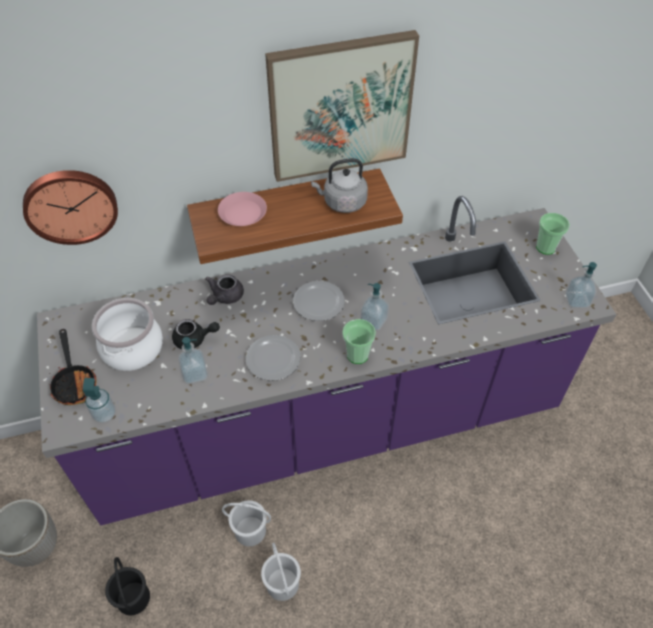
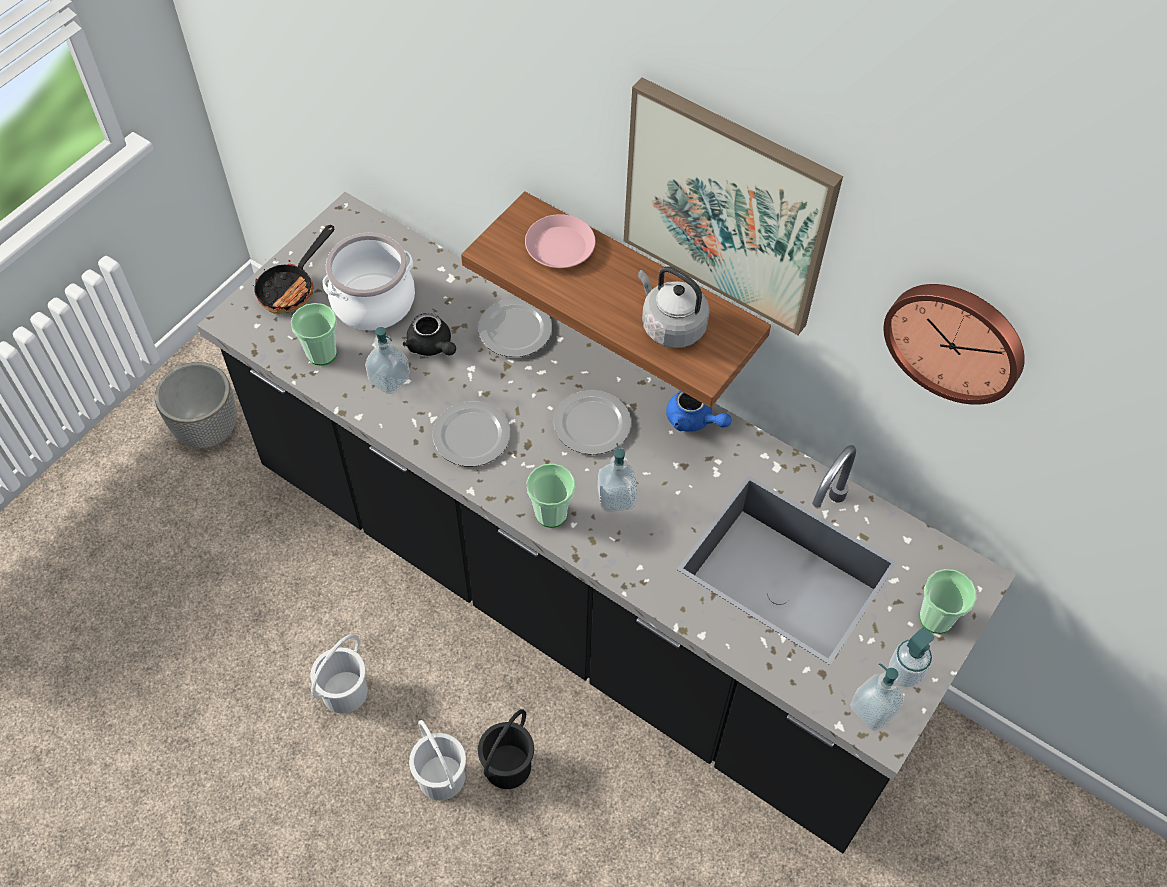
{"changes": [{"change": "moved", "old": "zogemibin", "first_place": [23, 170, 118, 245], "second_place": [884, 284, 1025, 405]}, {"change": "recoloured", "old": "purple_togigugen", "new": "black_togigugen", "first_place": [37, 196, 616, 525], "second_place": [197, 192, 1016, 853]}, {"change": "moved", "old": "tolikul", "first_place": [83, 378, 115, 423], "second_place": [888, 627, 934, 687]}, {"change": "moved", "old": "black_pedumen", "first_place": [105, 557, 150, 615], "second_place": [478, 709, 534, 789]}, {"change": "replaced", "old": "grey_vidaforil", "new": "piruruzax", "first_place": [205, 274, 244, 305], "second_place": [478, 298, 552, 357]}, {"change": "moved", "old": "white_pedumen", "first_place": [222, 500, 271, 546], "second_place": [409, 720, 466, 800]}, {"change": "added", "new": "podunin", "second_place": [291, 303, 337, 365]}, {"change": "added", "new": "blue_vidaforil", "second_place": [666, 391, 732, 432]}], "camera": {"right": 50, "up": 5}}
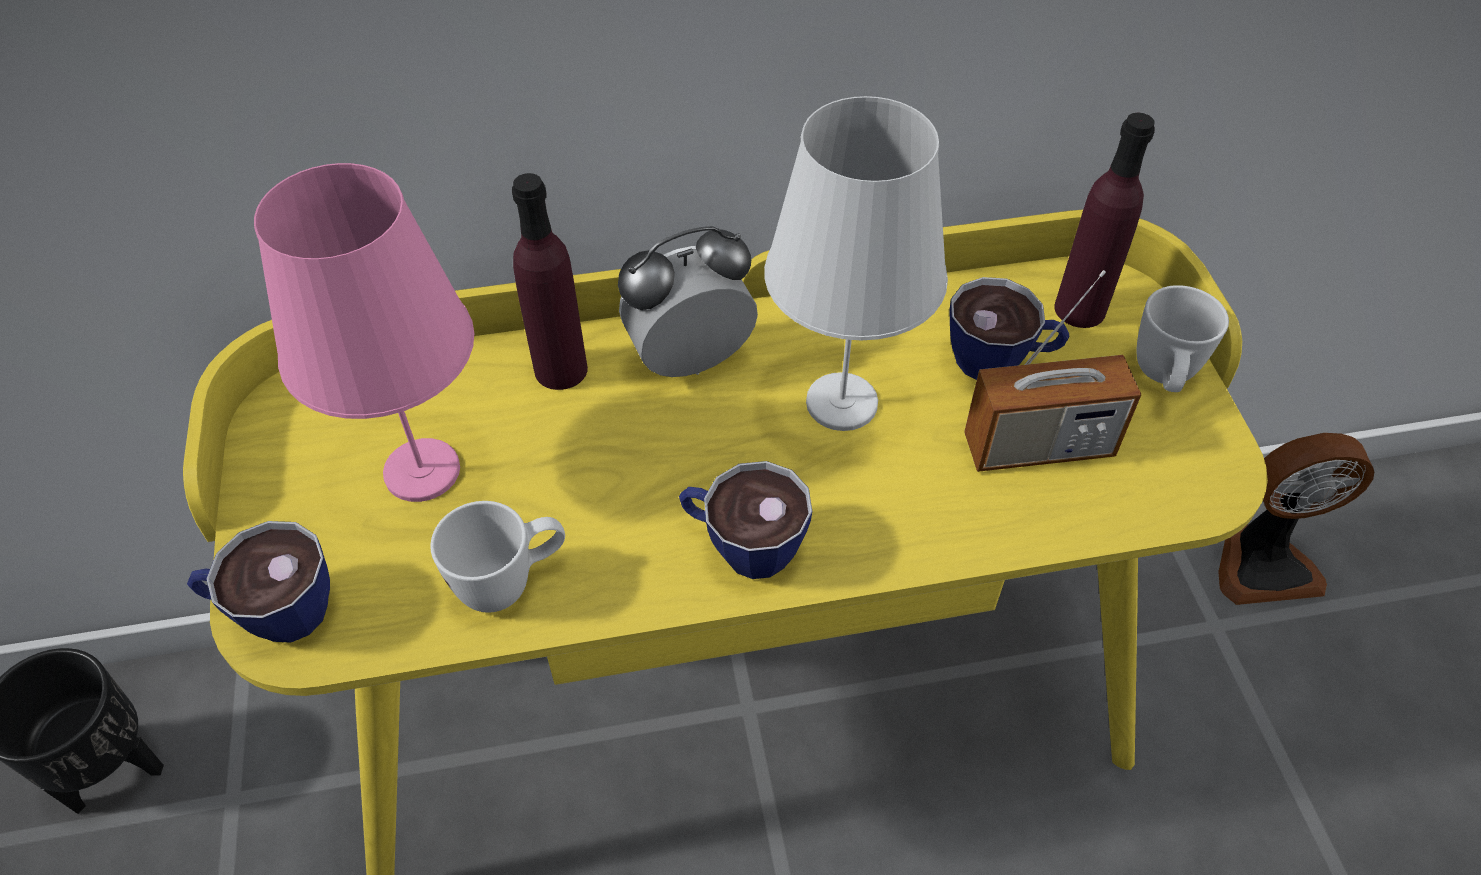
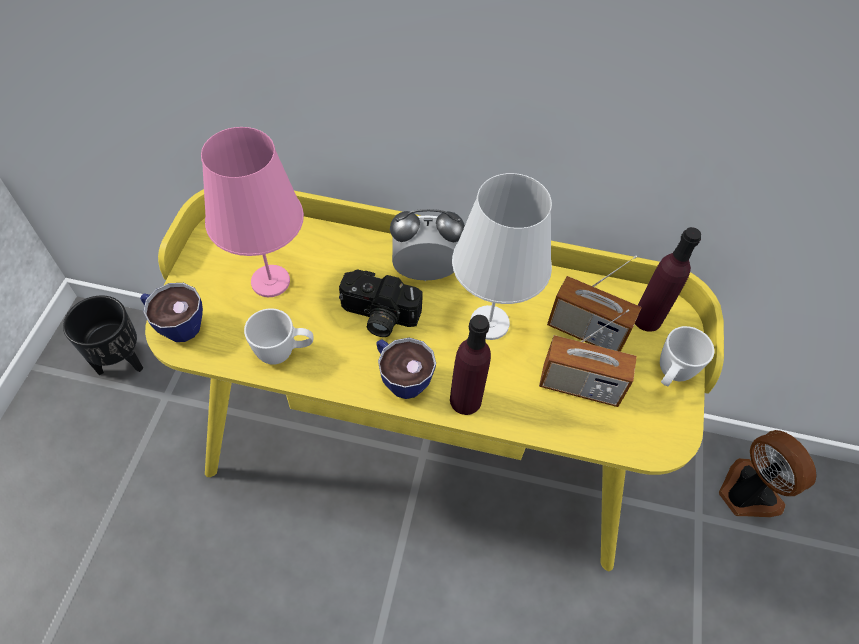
{"changes": [{"change": "moved", "old": "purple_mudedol", "first_place": [512, 173, 588, 390], "second_place": [450, 315, 491, 415]}, {"change": "replaced", "old": "podunin", "new": "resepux", "first_place": [950, 277, 1070, 380], "second_place": [547, 256, 642, 352]}, {"change": "turned", "old": "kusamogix", "first_place": [1218, 433, 1374, 605], "second_place": [719, 430, 816, 517], "degrees": -135}, {"change": "added", "new": "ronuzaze", "second_place": [339, 270, 423, 337]}], "camera": {"right": 20, "up": 5}}
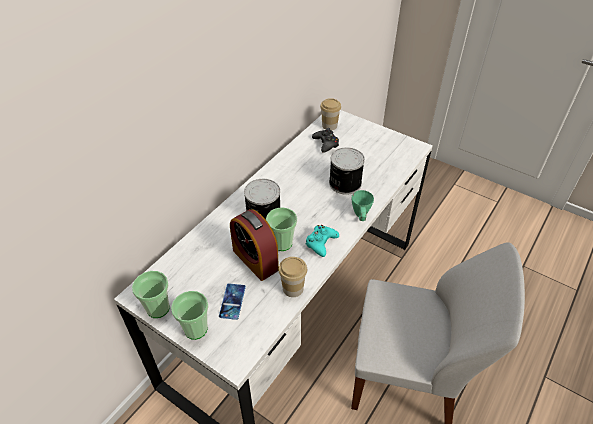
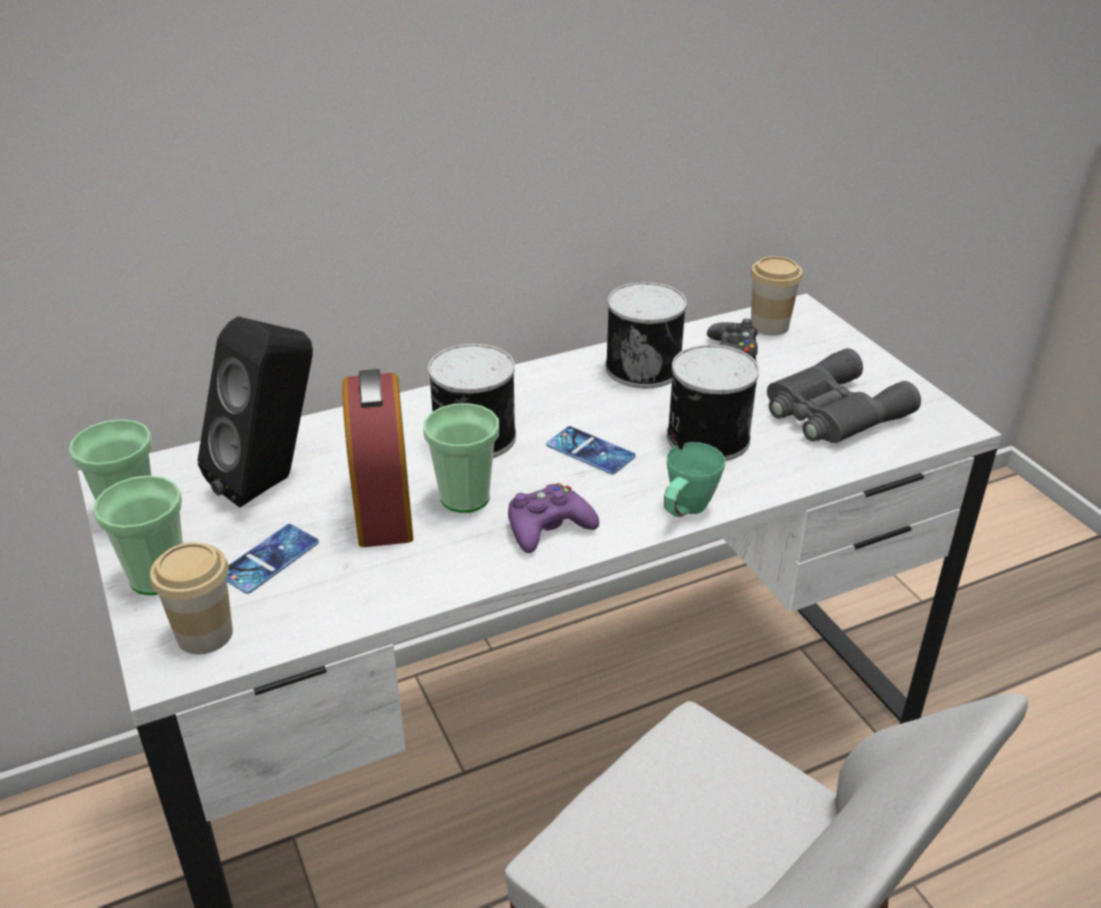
{"changes": [{"change": "moved", "old": "podunin", "first_place": [278, 257, 307, 297], "second_place": [150, 542, 233, 654]}, {"change": "recoloured", "old": "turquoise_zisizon", "new": "purple_zisizon", "first_place": [306, 225, 339, 257], "second_place": [508, 483, 599, 553]}, {"change": "added", "new": "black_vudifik", "second_place": [198, 316, 313, 507]}, {"change": "added", "new": "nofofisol", "second_place": [546, 426, 636, 474]}, {"change": "added", "new": "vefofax", "second_place": [605, 282, 687, 388]}, {"change": "added", "new": "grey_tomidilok", "second_place": [767, 348, 921, 443]}], "camera": {"right": 30, "up": -10}}
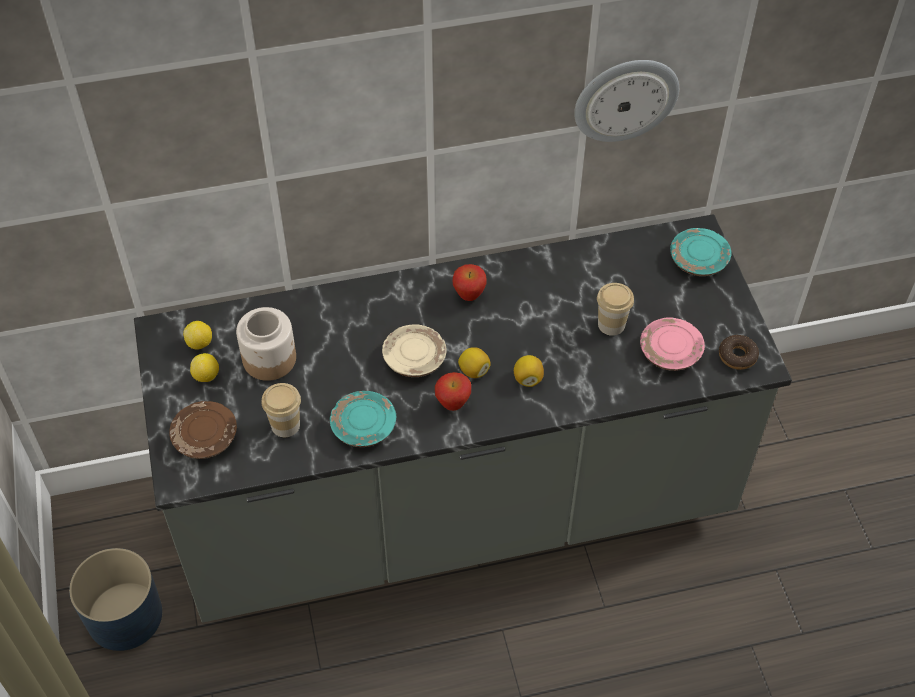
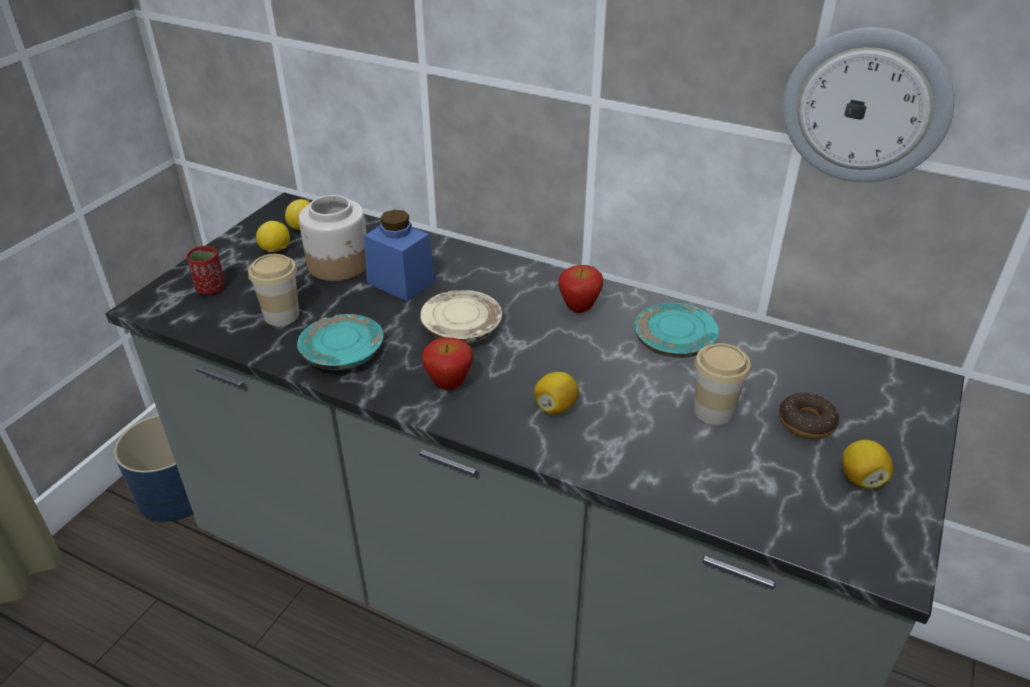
{"changes": [{"change": "replaced", "old": "brown_piruruzax", "new": "red_podunin", "first_place": [169, 401, 237, 459], "second_place": [186, 246, 225, 295]}, {"change": "moved", "old": "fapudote", "first_place": [458, 347, 491, 378], "second_place": [842, 440, 893, 489]}, {"change": "removed", "old": "pink_piruruzax", "first_place": [640, 317, 705, 371]}, {"change": "moved", "old": "turquoise_piruruzax", "first_place": [670, 228, 732, 276], "second_place": [634, 303, 719, 358]}, {"change": "moved", "old": "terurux", "first_place": [719, 335, 759, 370], "second_place": [779, 392, 839, 439]}, {"change": "added", "new": "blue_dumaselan", "second_place": [364, 210, 435, 301]}], "camera": {"right": 40, "up": -15}}
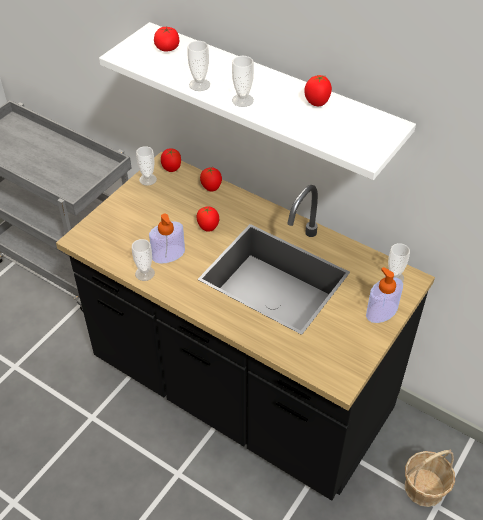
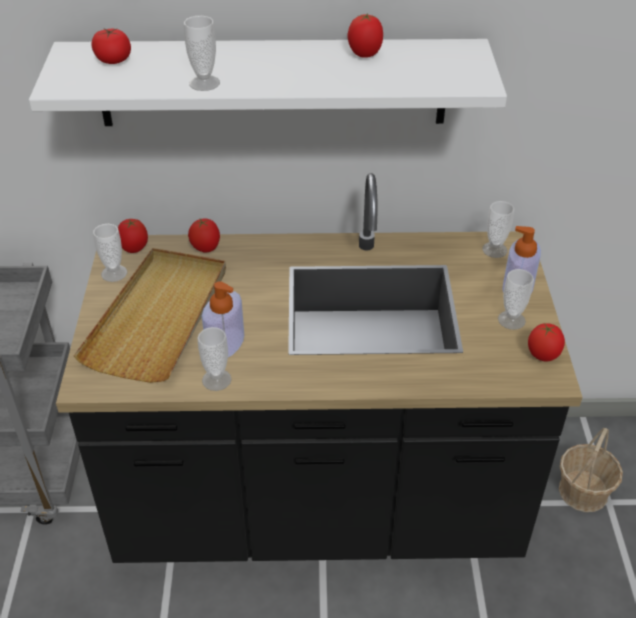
{"changes": [{"change": "moved", "old": "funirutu", "first_place": [197, 206, 219, 232], "second_place": [528, 323, 565, 362]}, {"change": "moved", "old": "podunin", "first_place": [232, 56, 254, 107], "second_place": [498, 269, 534, 330]}, {"change": "added", "new": "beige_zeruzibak", "second_place": [74, 248, 226, 383]}], "camera": {"right": -35, "up": -5}}
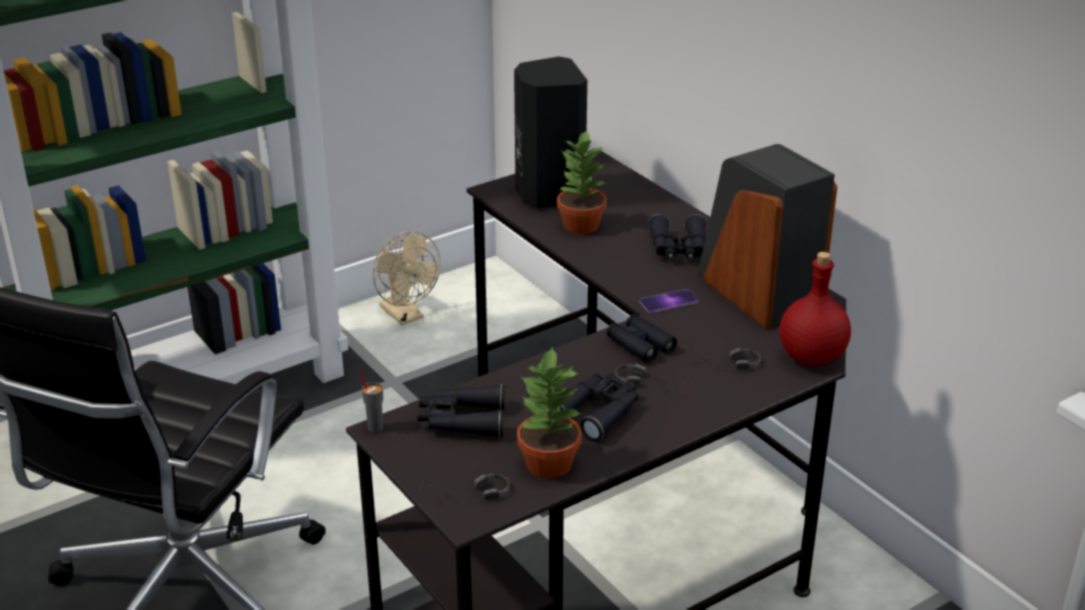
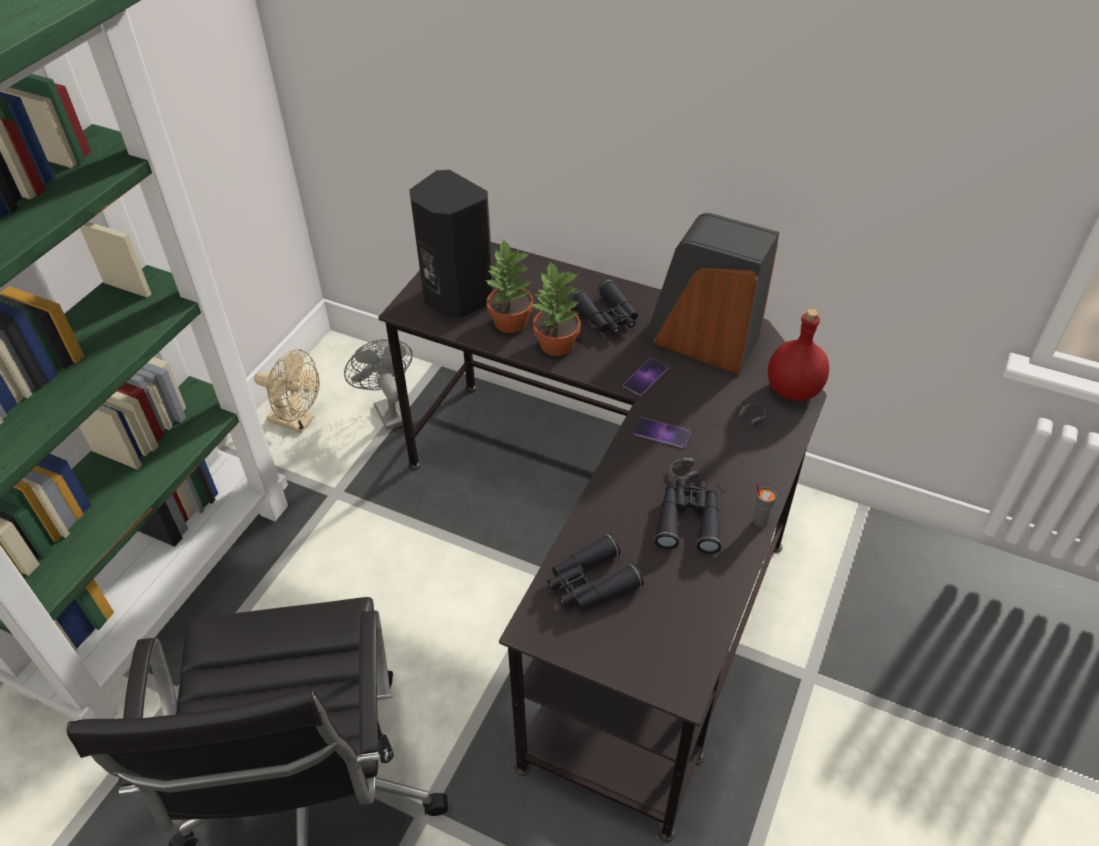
{"changes": [{"change": "moved", "old": "grey_podunin", "first_place": [360, 371, 383, 432], "second_place": [754, 484, 777, 527]}, {"change": "removed", "old": "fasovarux", "first_place": [419, 474, 509, 504]}, {"change": "moved", "old": "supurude", "first_place": [517, 346, 582, 478], "second_place": [531, 261, 581, 356]}, {"change": "replaced", "old": "black_tomidilok", "new": "nofofisol", "first_place": [607, 314, 677, 363], "second_place": [633, 417, 691, 448]}, {"change": "added", "new": "grey_kusamogix", "second_place": [344, 339, 412, 430]}], "camera": {"right": -30, "up": 15}}
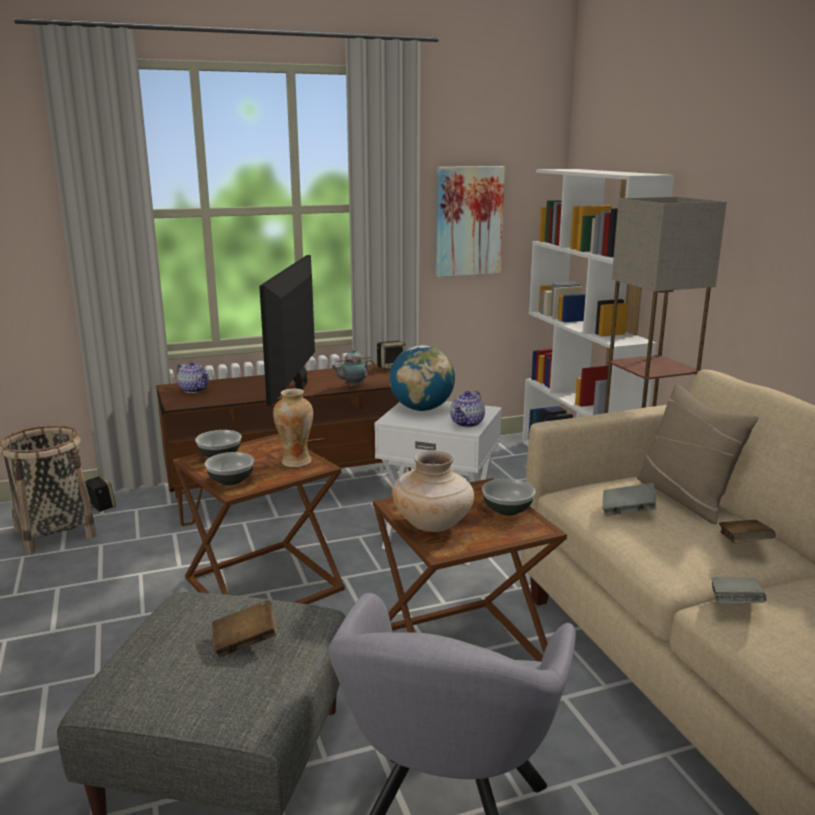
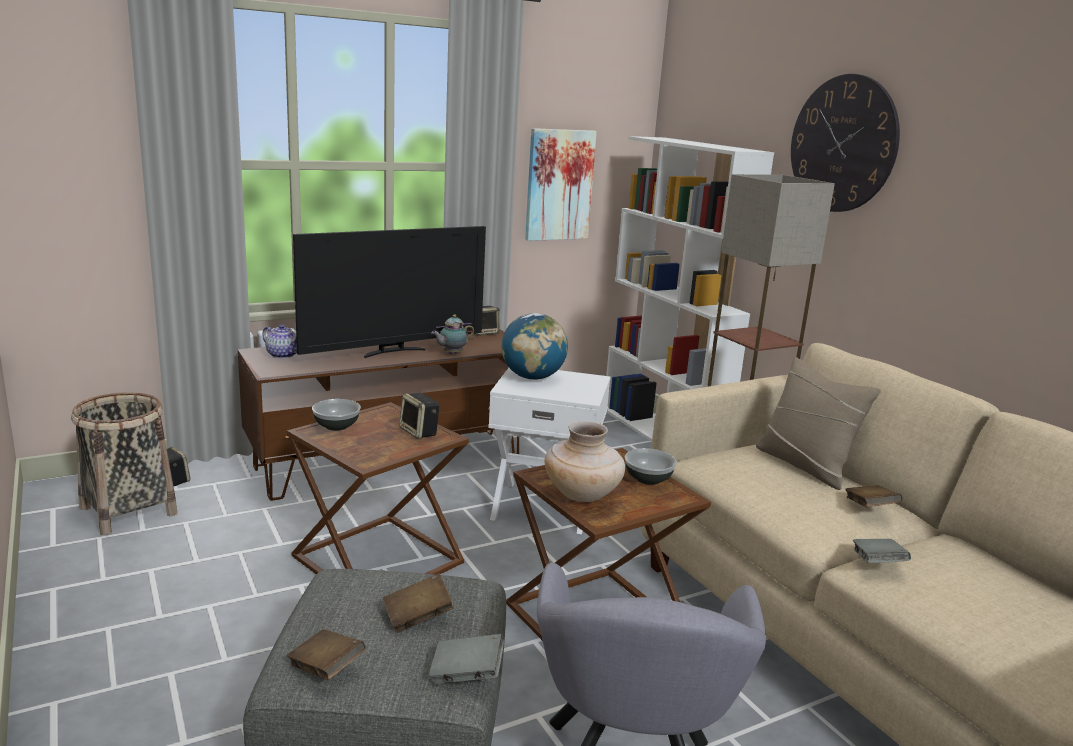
{"changes": [{"change": "removed", "old": "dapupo", "first_place": [204, 452, 254, 485]}, {"change": "turned", "old": "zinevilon", "first_place": [259, 255, 315, 406], "second_place": [293, 226, 486, 358], "degrees": -120}, {"change": "replaced", "old": "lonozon", "new": "vudifik", "first_place": [273, 388, 313, 467], "second_place": [399, 393, 440, 439]}, {"change": "removed", "old": "vidaforil", "first_place": [450, 391, 485, 427]}, {"change": "moved", "old": "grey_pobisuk", "first_place": [602, 483, 656, 516], "second_place": [429, 634, 504, 684]}, {"change": "added", "new": "brown_pobisuk", "second_place": [287, 629, 366, 680]}, {"change": "added", "new": "zogemibin", "second_place": [791, 74, 900, 212]}], "camera": {"right": -10, "up": 0}}
